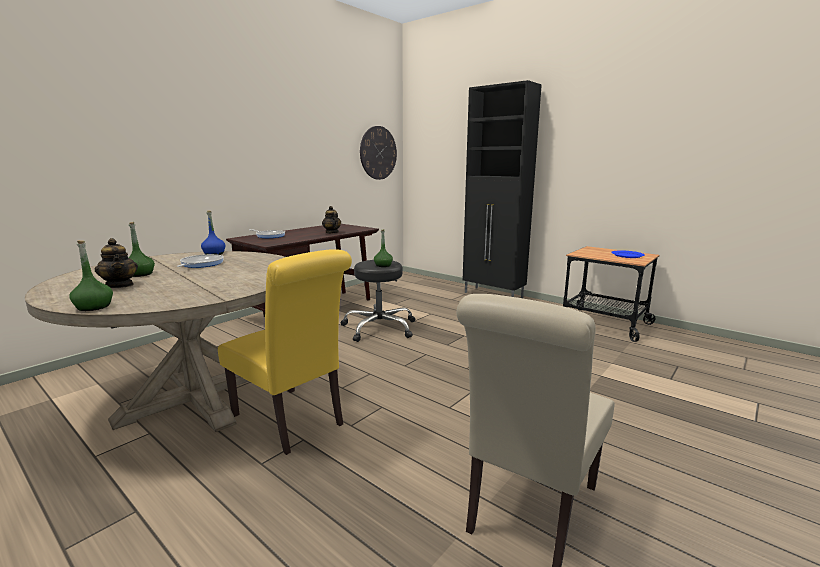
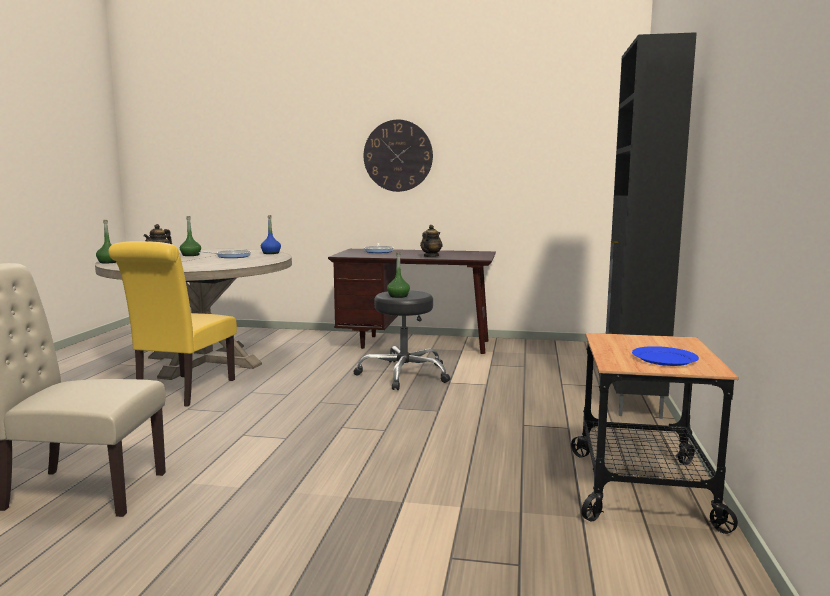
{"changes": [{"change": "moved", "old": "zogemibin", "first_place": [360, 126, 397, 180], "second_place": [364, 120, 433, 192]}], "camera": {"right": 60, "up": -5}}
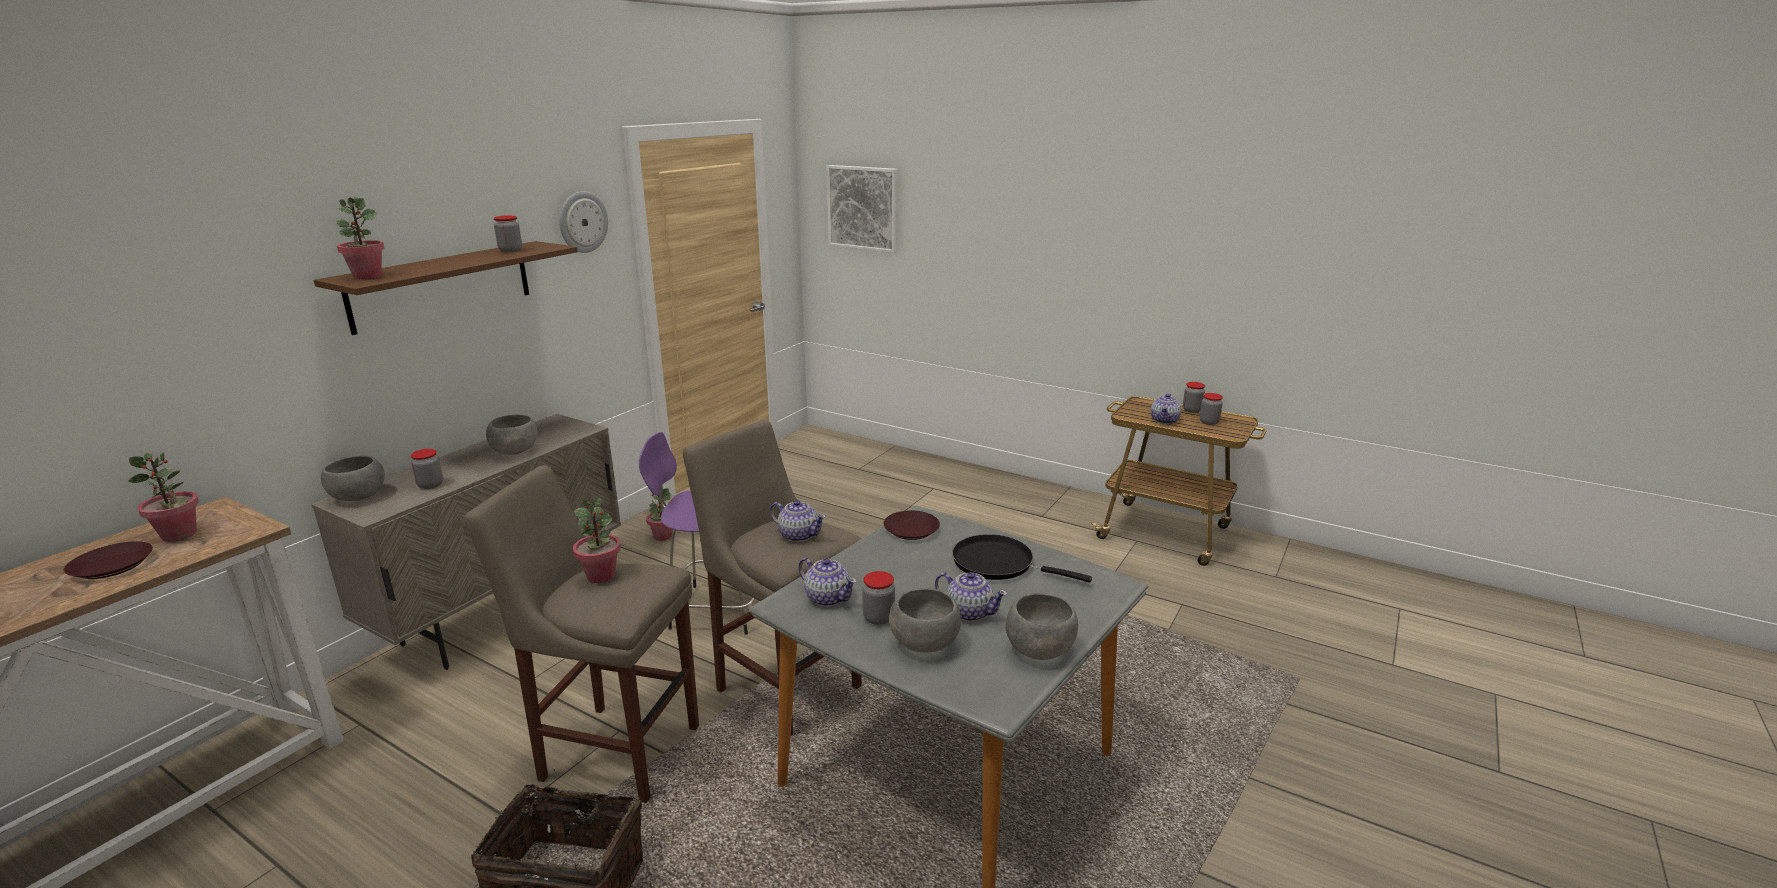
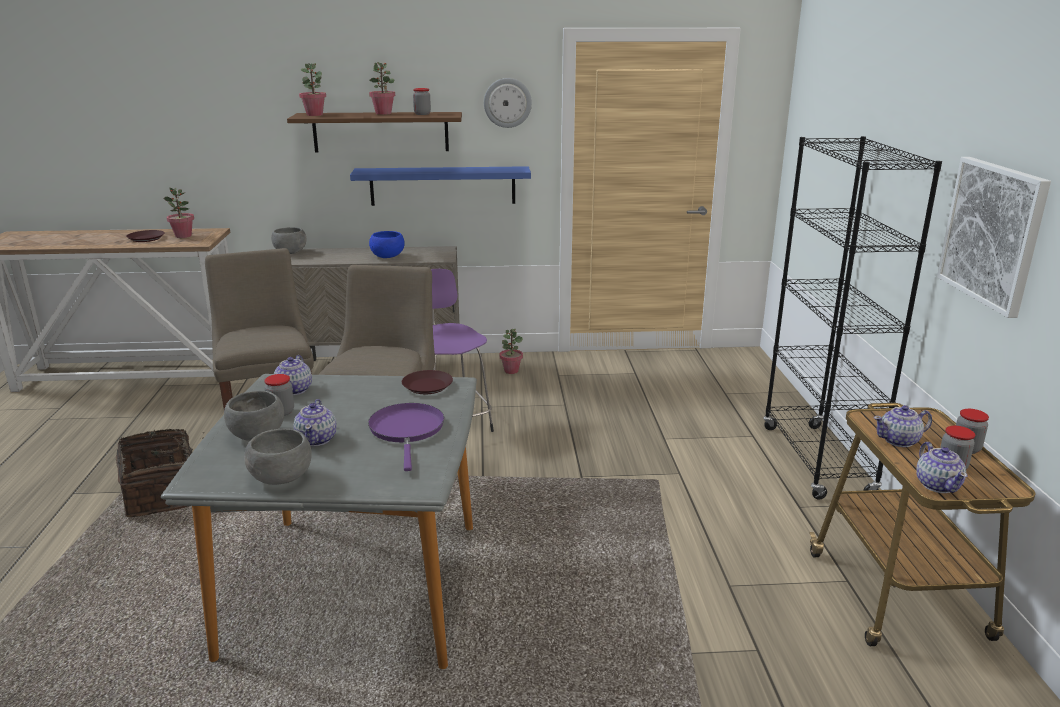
{"changes": [{"change": "removed", "old": "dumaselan", "first_place": [411, 449, 443, 489]}, {"change": "recoloured", "old": "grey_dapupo", "new": "blue_dapupo", "first_place": [486, 415, 537, 455], "second_place": [369, 231, 405, 258]}, {"change": "moved", "old": "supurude", "first_place": [573, 498, 621, 583], "second_place": [369, 62, 395, 115]}, {"change": "moved", "old": "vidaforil", "first_place": [770, 500, 826, 542], "second_place": [916, 442, 967, 493]}, {"change": "moved", "old": "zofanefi", "first_place": [826, 165, 898, 253], "second_place": [937, 157, 1051, 318]}, {"change": "recoloured", "old": "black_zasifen", "new": "purple_zasifen", "first_place": [952, 534, 1092, 583], "second_place": [368, 403, 444, 471]}, {"change": "added", "new": "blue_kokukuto", "second_place": [350, 166, 531, 206]}, {"change": "added", "new": "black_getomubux", "second_place": [763, 136, 942, 500]}], "camera": {"right": 55, "up": 0}}
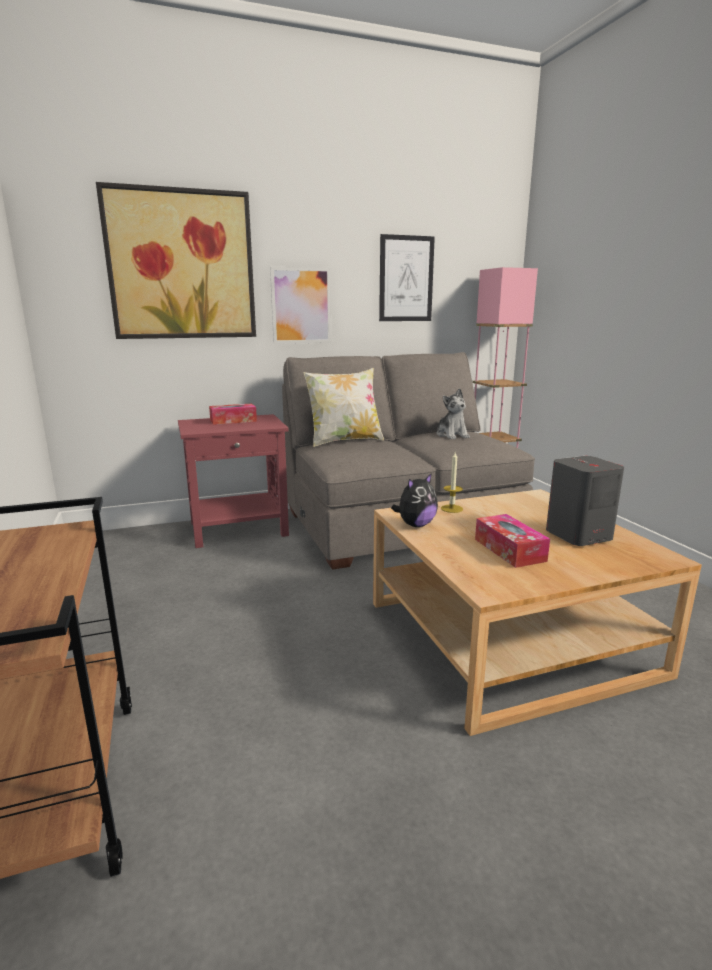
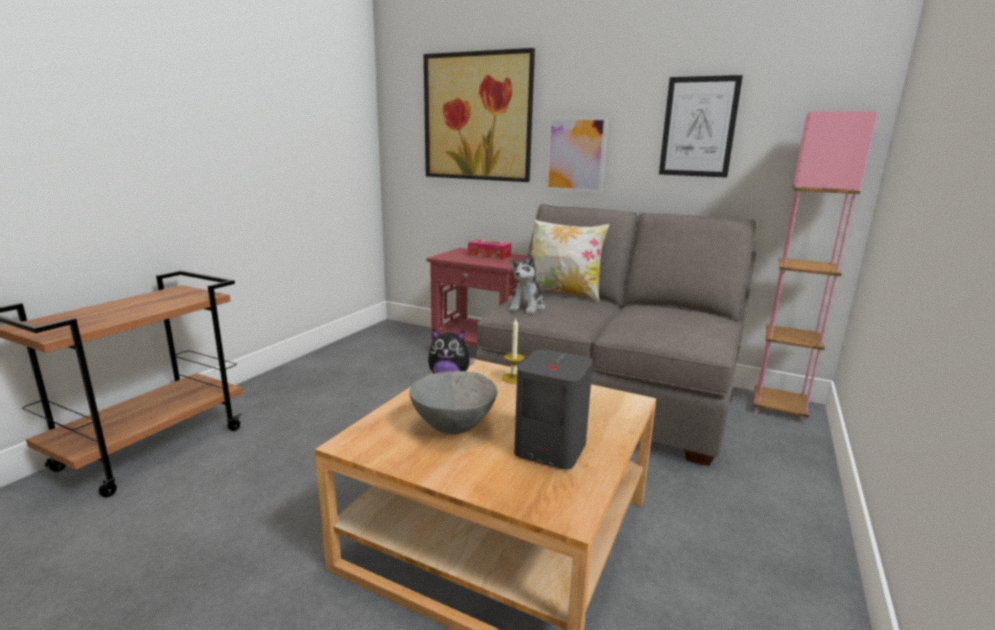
{"changes": [{"change": "moved", "old": "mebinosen", "first_place": [437, 388, 470, 440], "second_place": [509, 254, 546, 314]}, {"change": "replaced", "old": "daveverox", "new": "grey_dapupo", "first_place": [475, 514, 550, 568], "second_place": [409, 371, 498, 435]}], "camera": {"right": 45, "up": 0}}
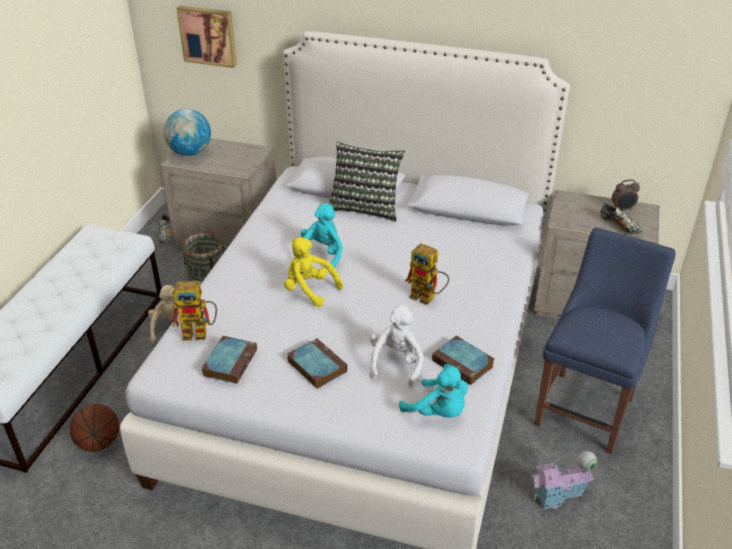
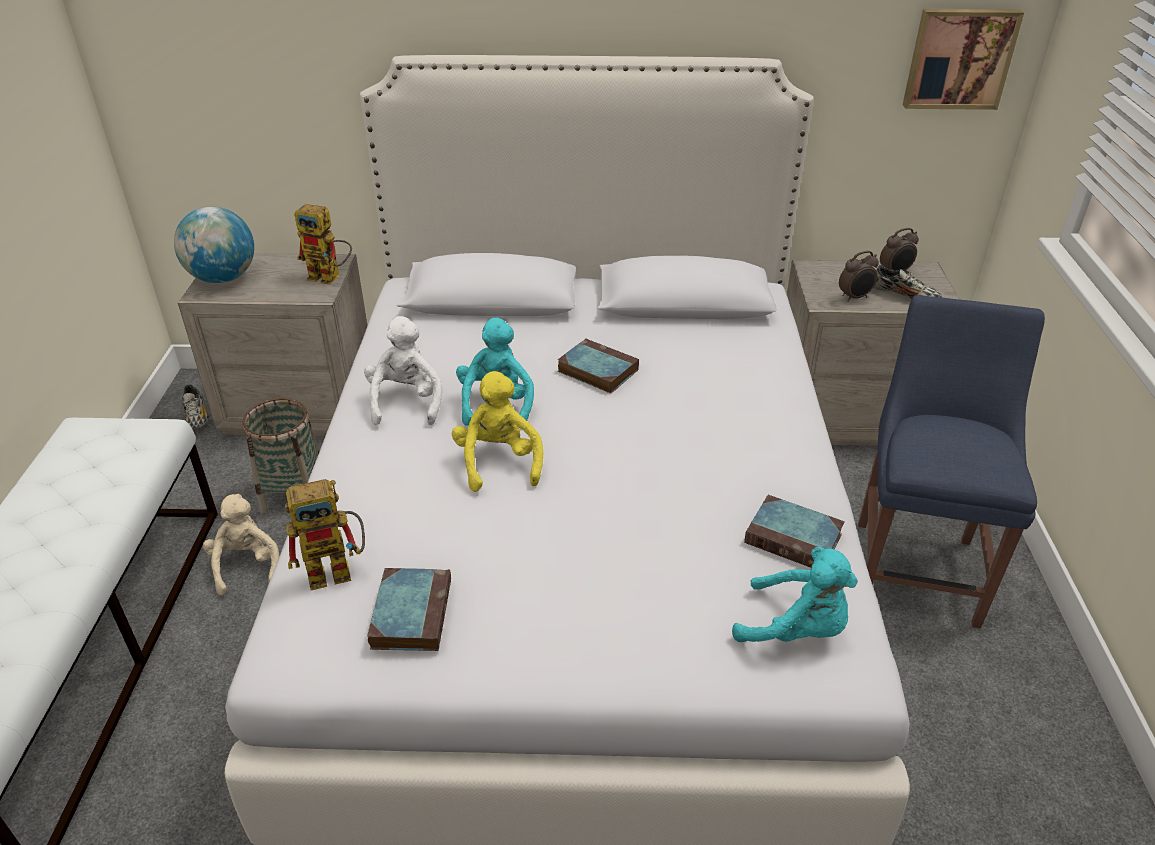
{"changes": [{"change": "removed", "old": "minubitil", "first_place": [69, 404, 119, 452]}, {"change": "moved", "old": "zofanefi", "first_place": [176, 6, 237, 68], "second_place": [903, 9, 1024, 110]}, {"change": "turned", "old": "yellow_mebinosen", "first_place": [284, 237, 343, 307], "second_place": [452, 371, 544, 492], "degrees": 60}, {"change": "moved", "old": "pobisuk", "first_place": [288, 338, 347, 389], "second_place": [558, 338, 639, 393]}, {"change": "removed", "old": "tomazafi", "first_place": [329, 142, 405, 222]}, {"change": "moved", "old": "white_mebinosen", "first_place": [370, 305, 423, 386], "second_place": [364, 316, 442, 425]}, {"change": "moved", "old": "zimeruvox", "first_place": [405, 243, 449, 305], "second_place": [294, 204, 352, 285]}, {"change": "removed", "old": "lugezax", "first_place": [530, 451, 597, 509]}, {"change": "added", "new": "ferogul", "second_place": [839, 251, 879, 302]}], "camera": {"right": -15, "up": 0}}
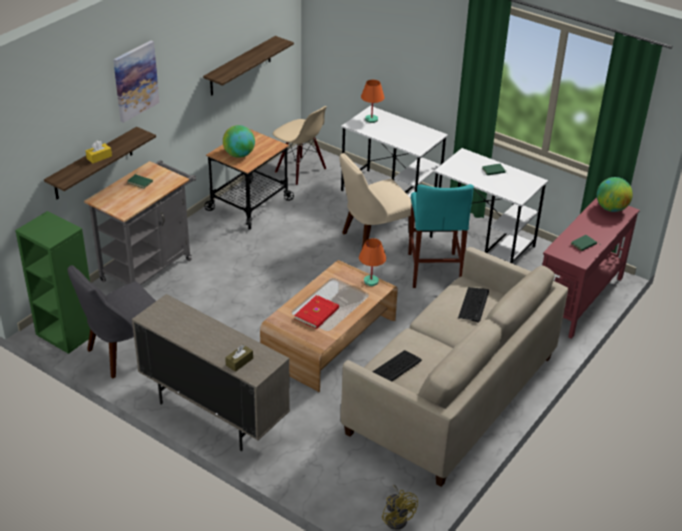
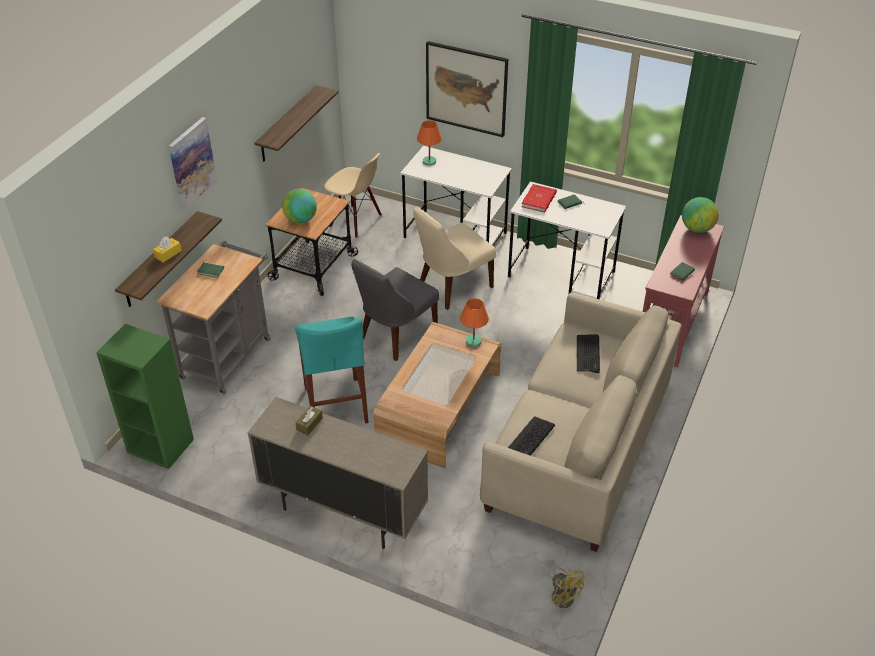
{"changes": [{"change": "moved", "old": "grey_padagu", "first_place": [68, 265, 156, 378], "second_place": [351, 259, 439, 361]}, {"change": "moved", "old": "brown_daveverox", "first_place": [225, 345, 253, 372], "second_place": [296, 406, 323, 435]}, {"change": "moved", "old": "red_pobisuk", "first_place": [294, 295, 339, 329], "second_place": [521, 184, 557, 213]}, {"change": "moved", "old": "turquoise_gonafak", "first_place": [408, 184, 474, 288], "second_place": [295, 317, 369, 423]}, {"change": "added", "new": "zofanefi", "second_place": [426, 41, 508, 137]}], "camera": {"right": -10, "up": 5}}
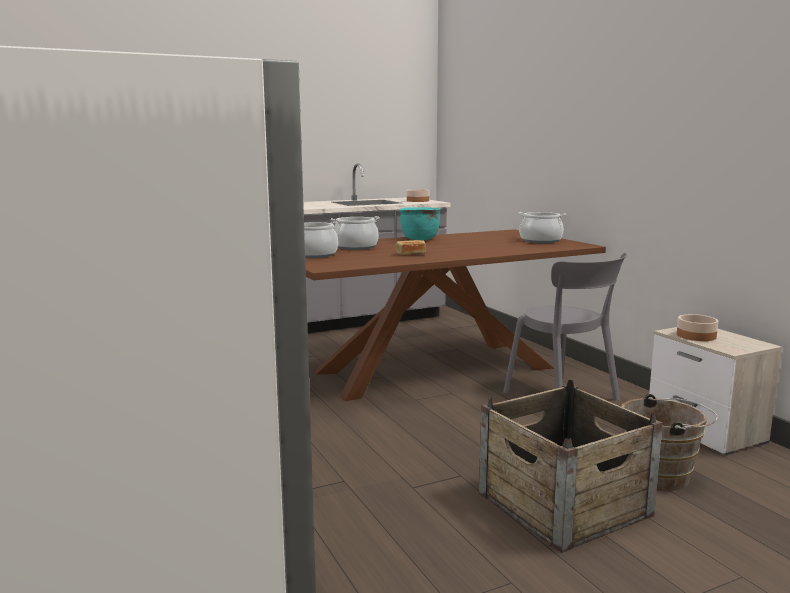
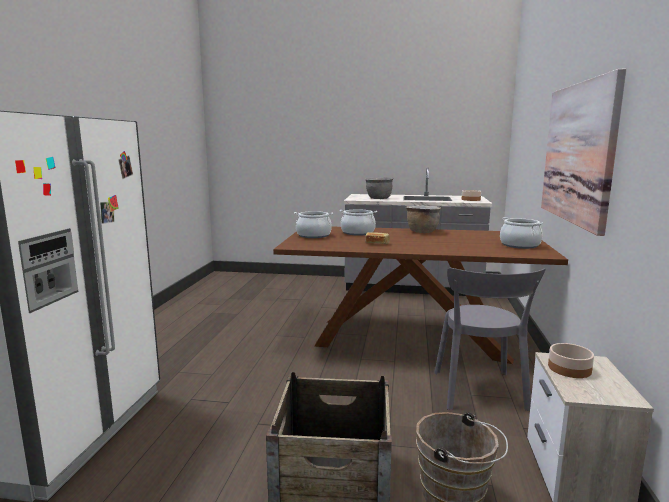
{"changes": [{"change": "recoloured", "old": "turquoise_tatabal", "new": "brown_tatabal", "first_place": [399, 207, 441, 240], "second_place": [406, 205, 441, 233]}, {"change": "added", "new": "grey_tatabal", "second_place": [365, 177, 393, 199]}, {"change": "added", "new": "zofanefi", "second_place": [541, 69, 626, 236]}], "camera": {"right": 35, "up": 0}}
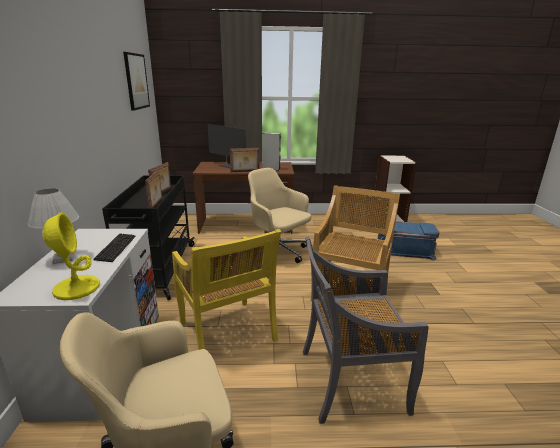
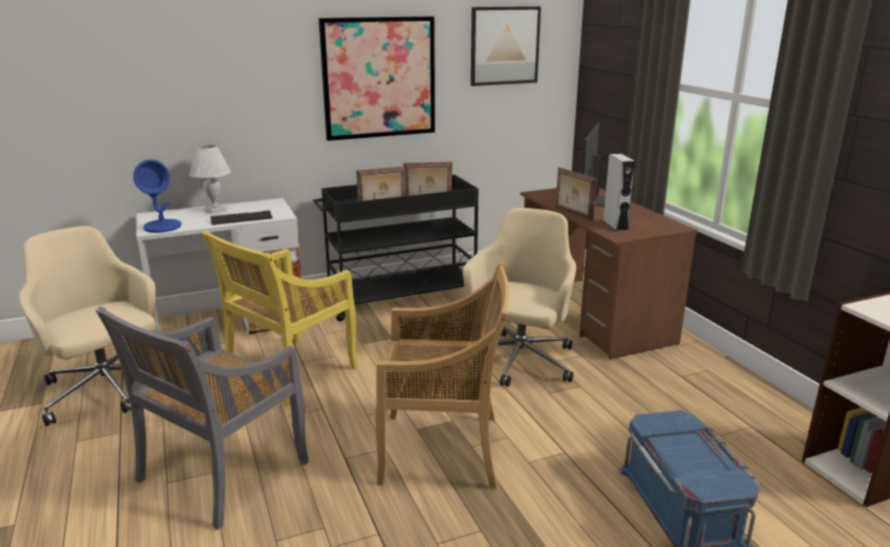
{"changes": [{"change": "recoloured", "old": "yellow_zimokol", "new": "blue_zimokol", "first_place": [42, 212, 100, 300], "second_place": [133, 159, 181, 233]}, {"change": "turned", "old": "grey_padagu", "first_place": [303, 237, 428, 424], "second_place": [95, 307, 309, 530], "degrees": -120}, {"change": "added", "new": "zofanefi", "second_place": [319, 16, 435, 141]}], "camera": {"right": 70, "up": 0}}
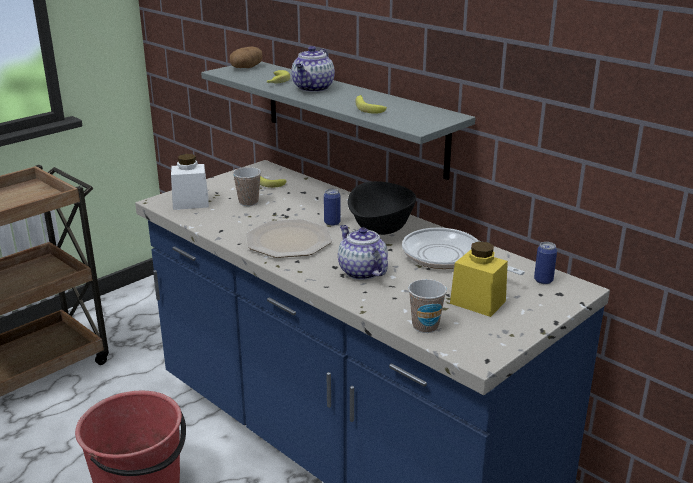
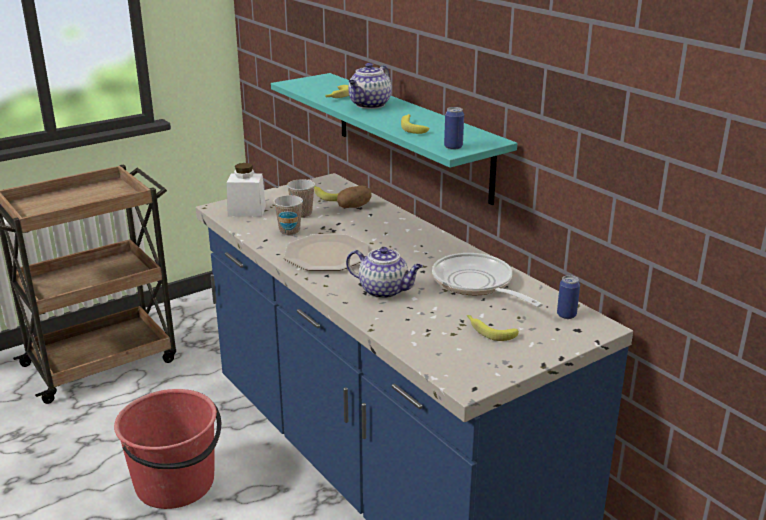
{"changes": [{"change": "recoloured", "old": "grey_kokukuto", "new": "turquoise_kokukuto", "first_place": [201, 61, 475, 180], "second_place": [271, 73, 517, 205]}, {"change": "moved", "old": "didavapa", "first_place": [230, 47, 263, 68], "second_place": [337, 185, 372, 208]}, {"change": "moved", "old": "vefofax", "first_place": [324, 189, 341, 226], "second_place": [444, 107, 464, 150]}, {"change": "turned", "old": "vidaforil", "first_place": [338, 225, 388, 280], "second_place": [346, 247, 423, 299], "degrees": 135}, {"change": "removed", "old": "black_dapupo", "first_place": [348, 181, 416, 235]}, {"change": "moved", "old": "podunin", "first_place": [408, 279, 447, 333], "second_place": [273, 195, 303, 236]}, {"change": "replaced", "old": "yellow_dumaselan", "new": "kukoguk", "first_place": [450, 241, 508, 317], "second_place": [467, 315, 519, 341]}], "camera": {"right": 10, "up": 0}}
